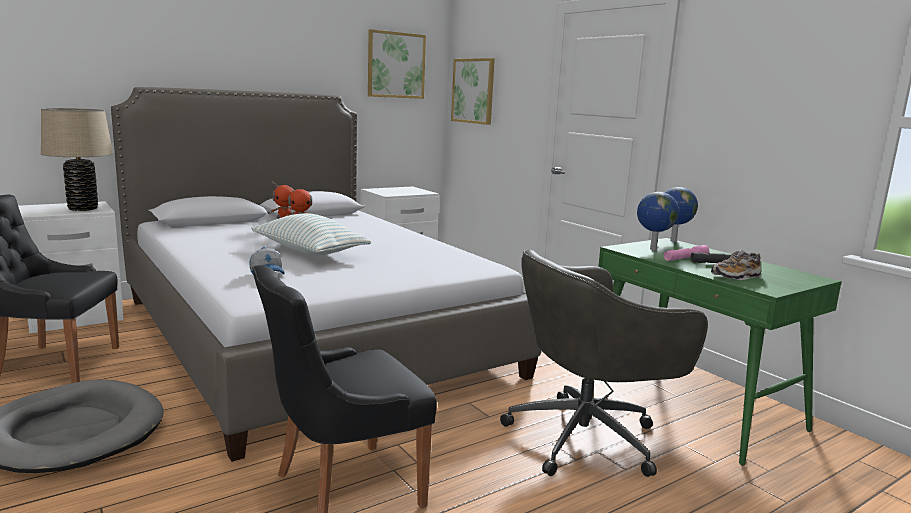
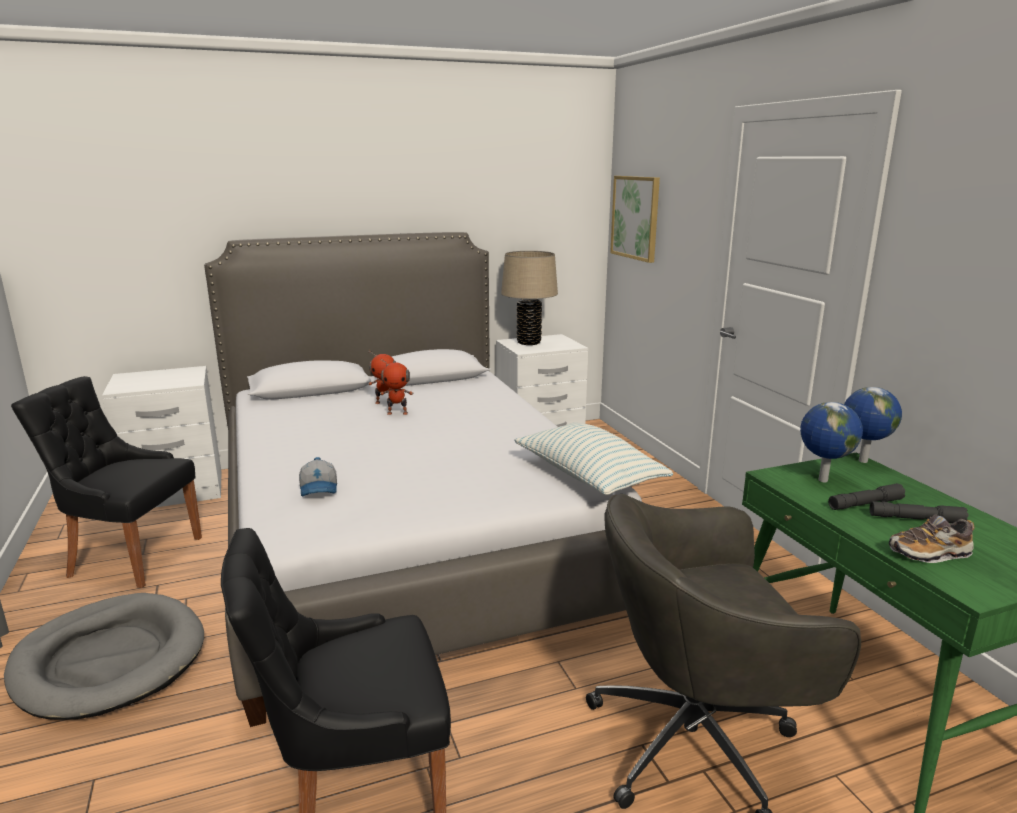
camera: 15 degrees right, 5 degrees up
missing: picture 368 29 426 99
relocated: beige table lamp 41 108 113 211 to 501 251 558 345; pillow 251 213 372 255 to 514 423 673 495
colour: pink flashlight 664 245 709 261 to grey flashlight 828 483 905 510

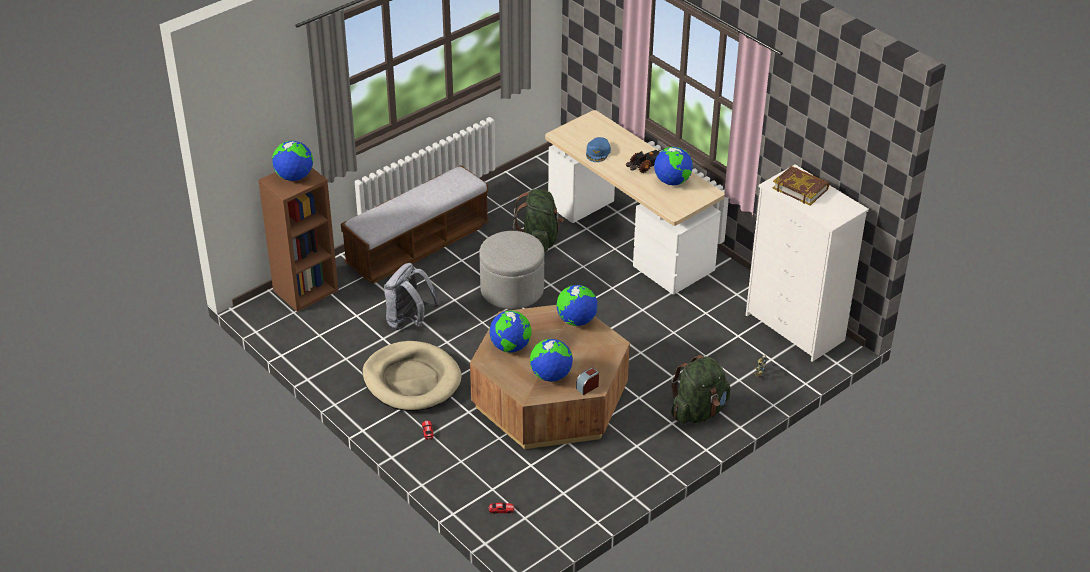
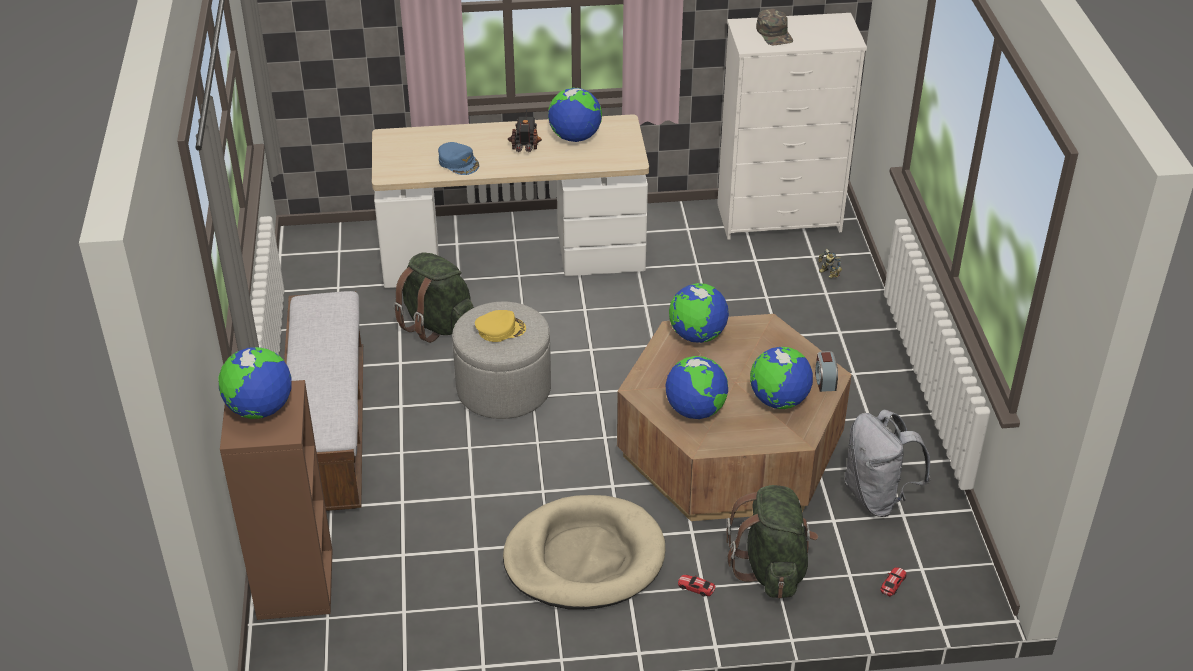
camera: 55 degrees left, 0 degrees up
appeared: yellow cap 475 310 526 342
relocated: grey backpack 384 263 439 330 to 844 409 931 517; green backpack 671 355 731 424 to 727 485 818 598
exchanged: book 772 166 829 206 to green cap 756 9 793 46

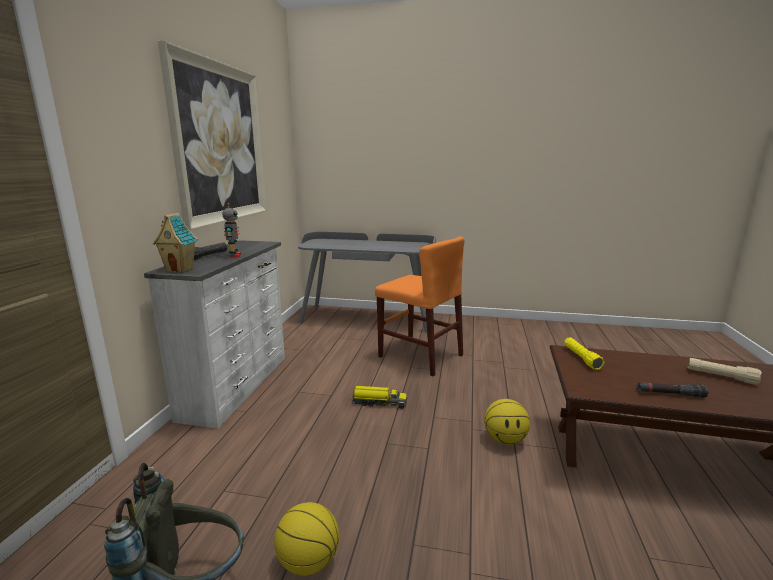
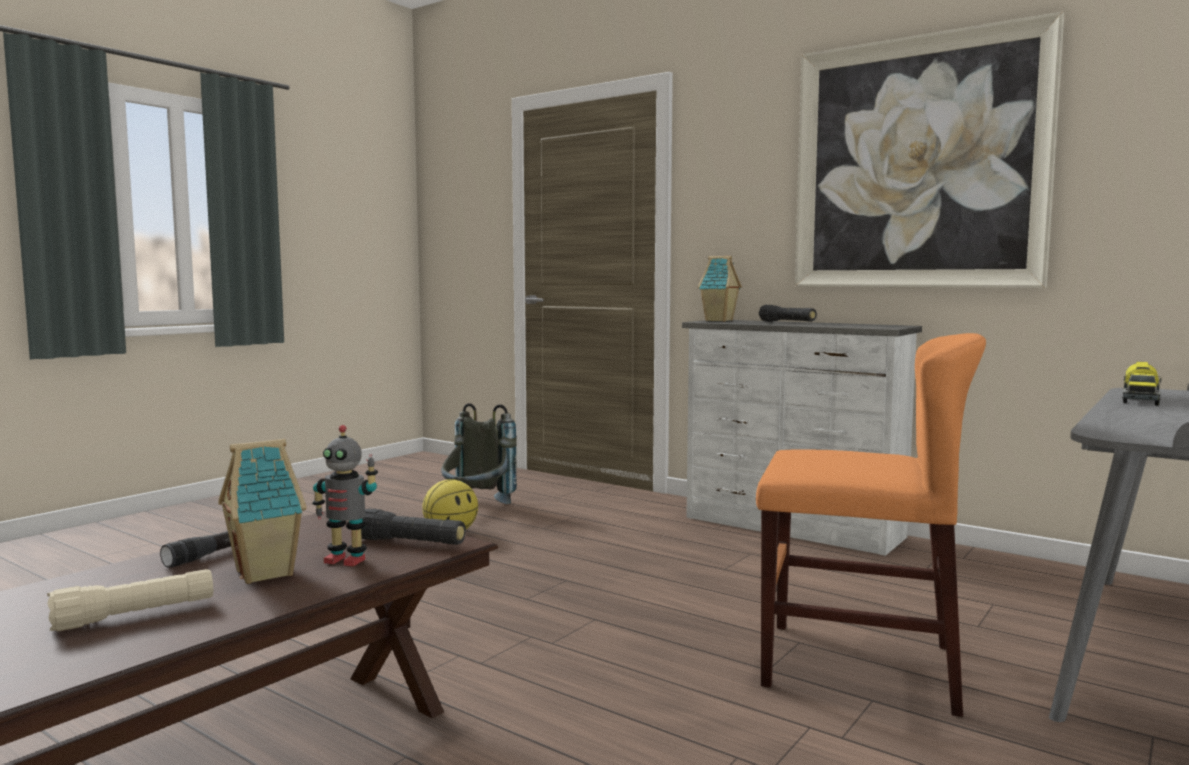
camera: 115 degrees right, 10 degrees down
missing: basketball 484 399 530 445
appeared: toy house 218 439 306 584
relocated: toy robot 222 203 241 257 to 312 425 378 566; toy truck 351 386 407 409 to 1122 362 1161 405
colour: yellow flashlight 564 337 605 370 to black flashlight 361 508 466 545
spun: orange chair 375 236 465 377 = 756 333 986 717 135 degrees counterclockwise

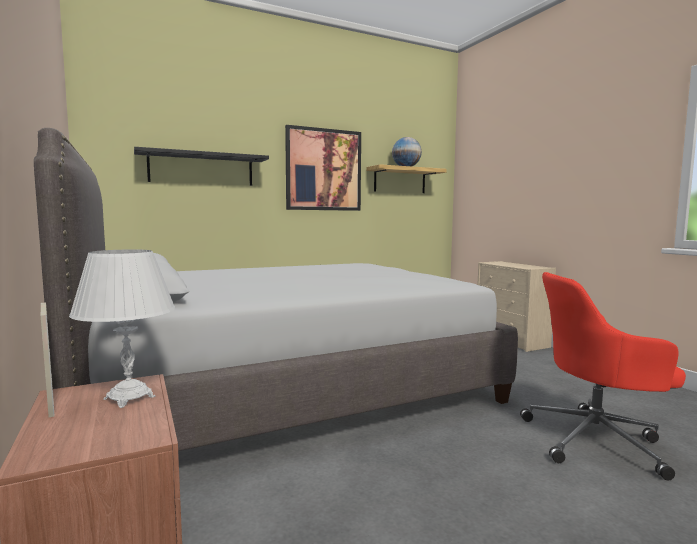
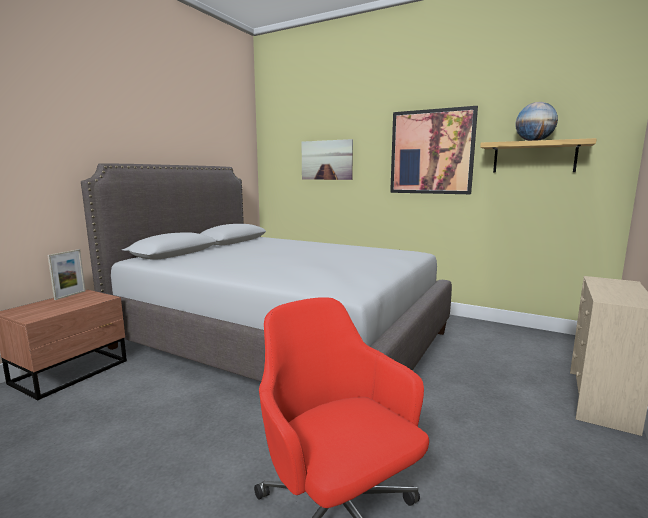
camera: 55 degrees right, 5 degrees up
missing: white table lamp 69 249 175 408
exchanged: black shelf 134 147 269 186 to picture 301 139 353 180

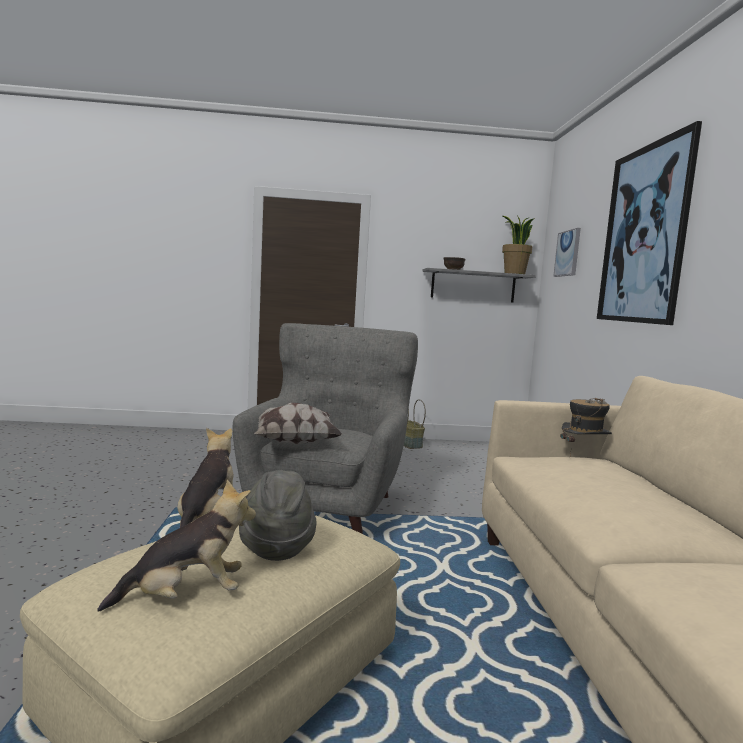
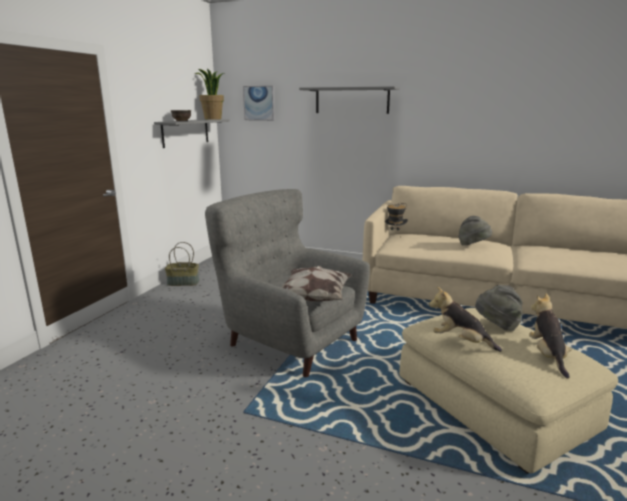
camera: 65 degrees left, 10 degrees up
appeared: grey hat 458 216 492 245
exchanged: picture 597 121 702 325 to grey shelf 299 86 400 114

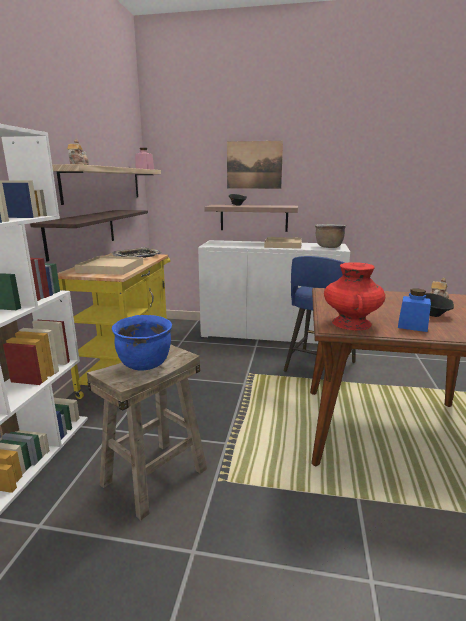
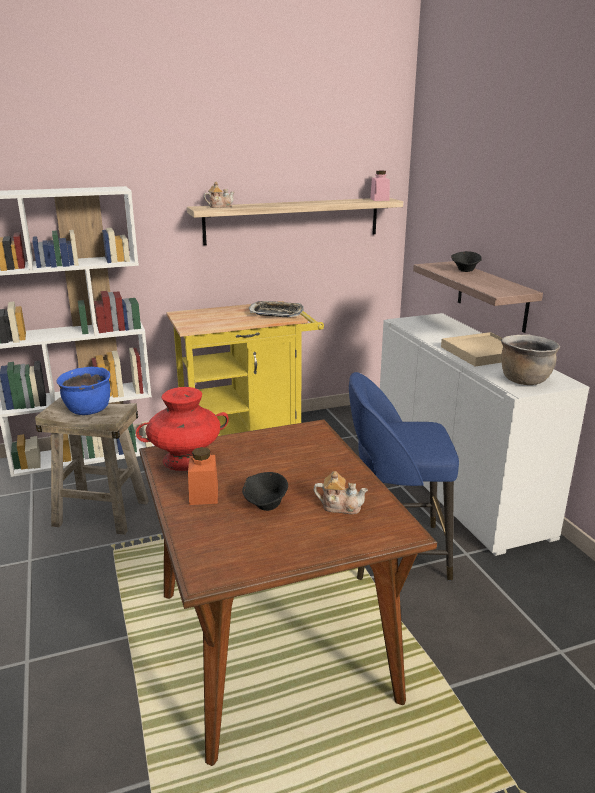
camera: 60 degrees right, 5 degrees up
missing: picture 227 141 283 189; shelf 30 210 148 262; beige tray 75 256 143 275
colour: blue jar 398 288 431 332 to orange jar 188 447 218 505

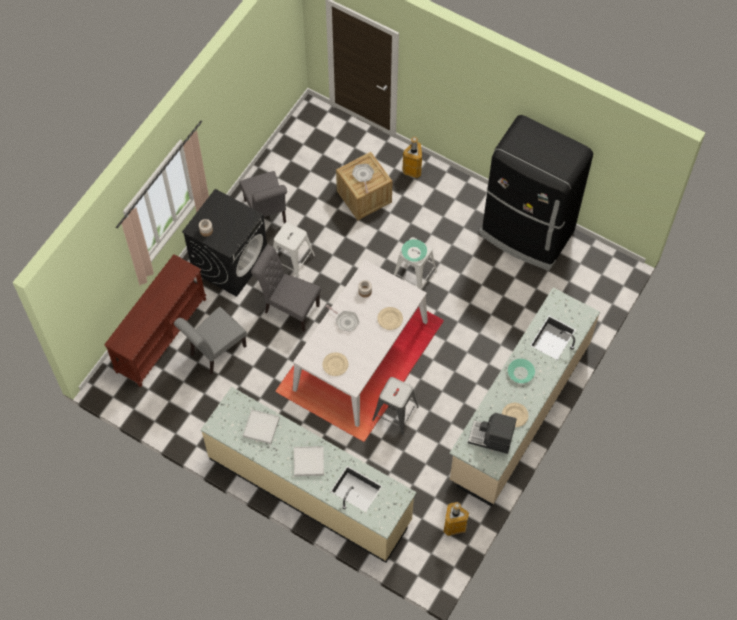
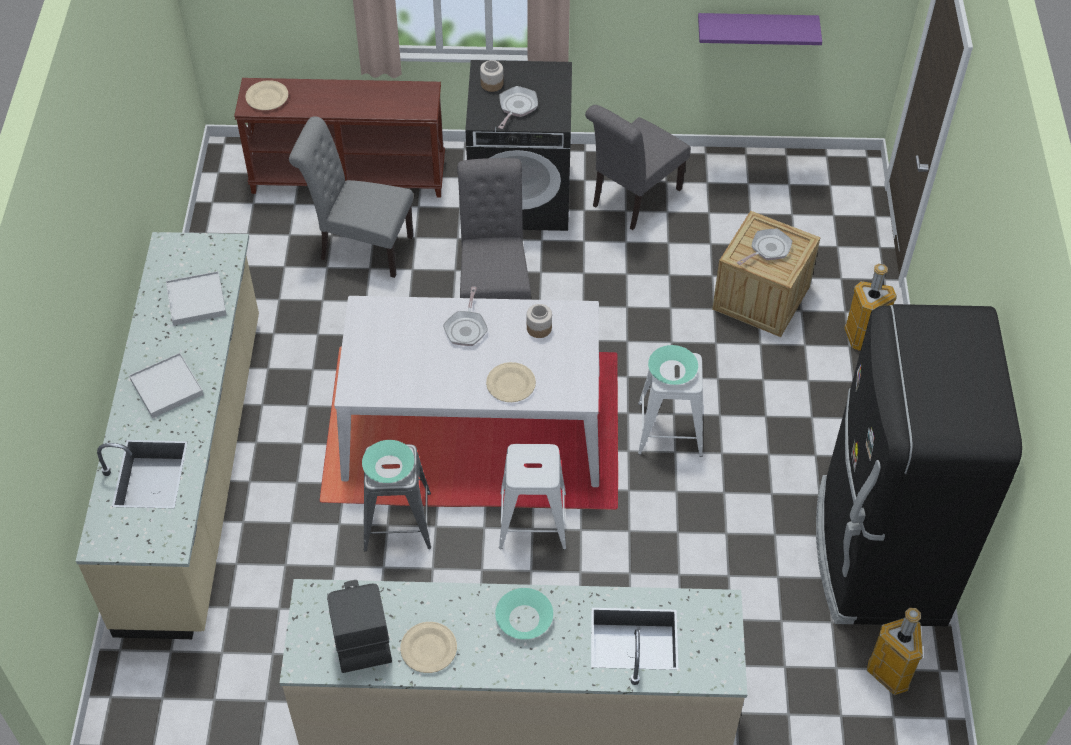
camera: 60 degrees right, 10 degrees down
appeared: purple shelf 698 13 822 45; frying pan 498 86 538 129; turquoise bowl 362 440 414 483
relocated: white stool 273 222 315 278 to 499 444 566 550; beige plate 322 352 348 376 to 245 80 288 110; trash can 443 502 469 536 to 867 608 923 695

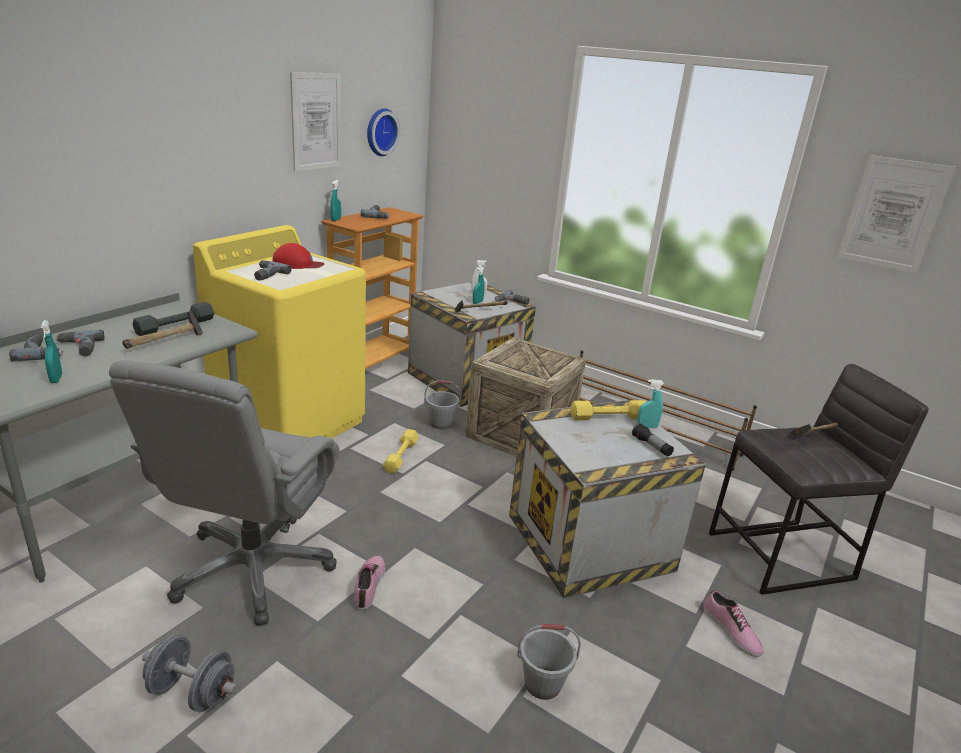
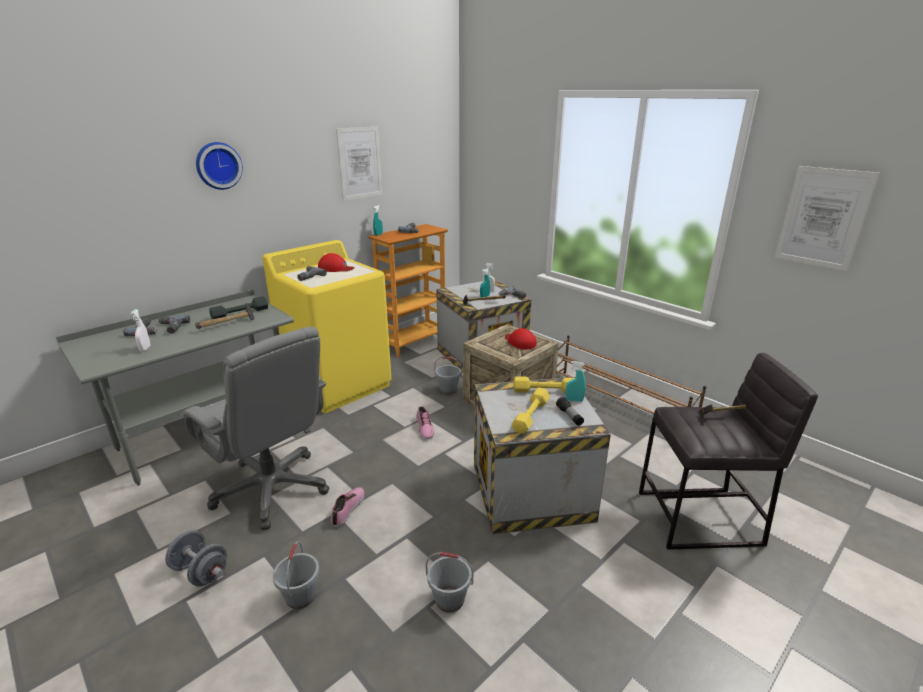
camera: 15 degrees right, 0 degrees up
appeared: red cap 505 328 537 349; grey bucket 273 541 319 609
relocated: wall clock 367 108 400 156 to 196 142 243 190; yellow dumbbell 383 429 419 473 to 511 387 550 434; shoe 703 591 764 657 to 416 406 434 439
colour: turquoise spray bottle 41 320 62 383 to white spray bottle 130 309 151 352
spun: grey office chair 109 361 340 626 = 182 327 329 530 75 degrees counterclockwise

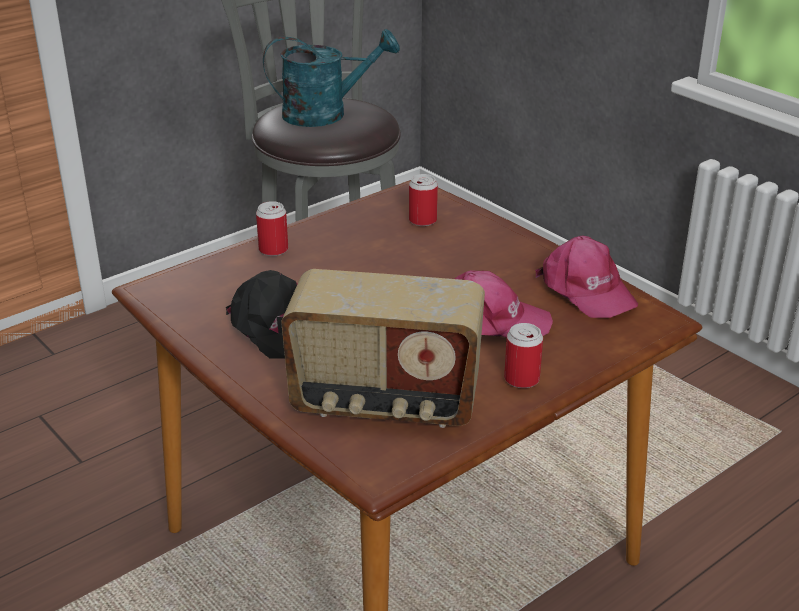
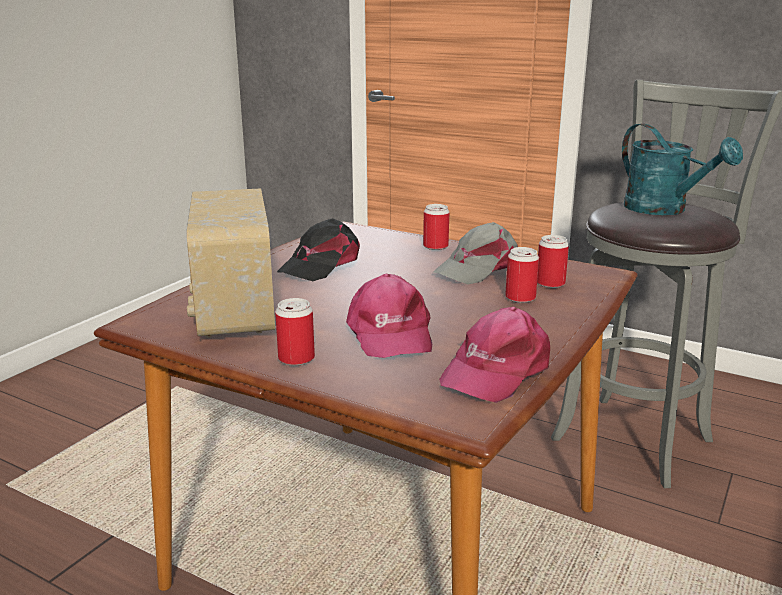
camera: 70 degrees right, 10 degrees down
appeared: grey cap 433 222 518 285; can 505 247 539 303

